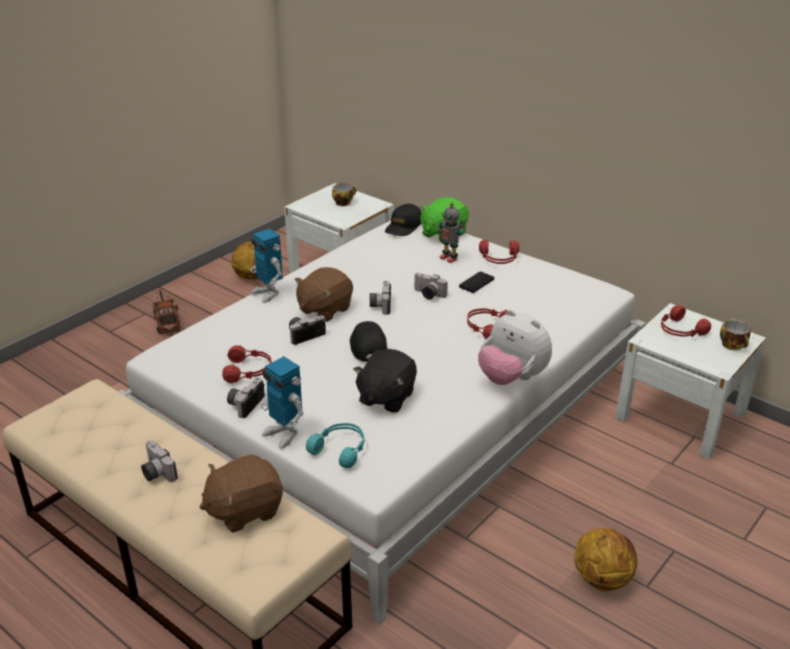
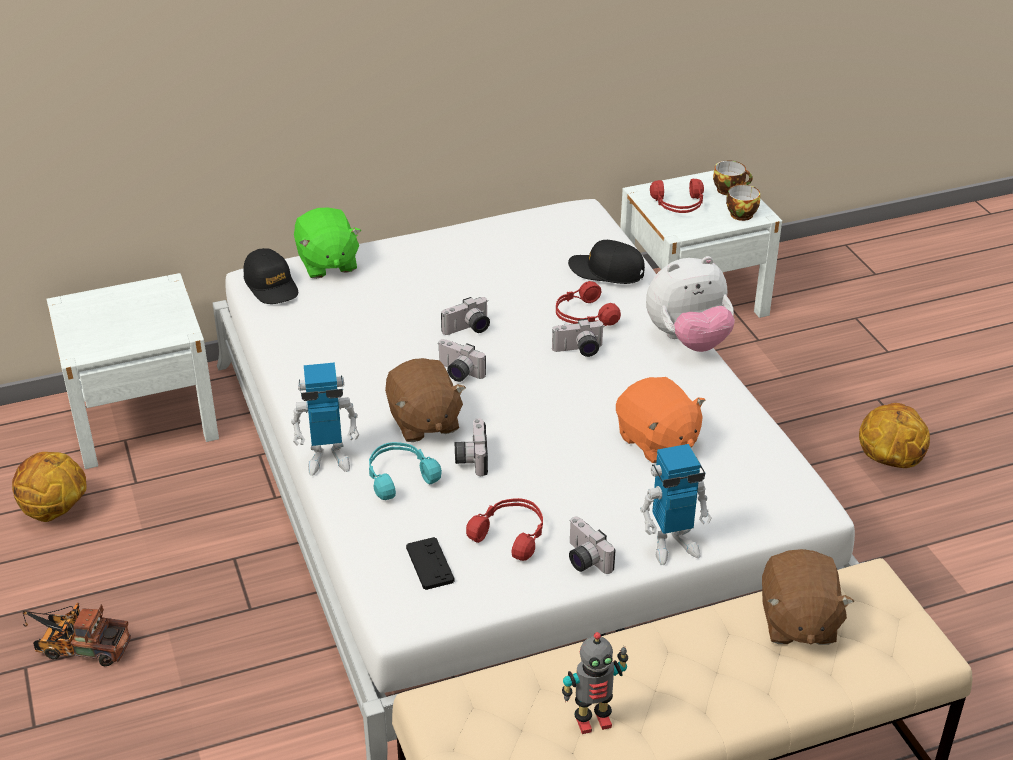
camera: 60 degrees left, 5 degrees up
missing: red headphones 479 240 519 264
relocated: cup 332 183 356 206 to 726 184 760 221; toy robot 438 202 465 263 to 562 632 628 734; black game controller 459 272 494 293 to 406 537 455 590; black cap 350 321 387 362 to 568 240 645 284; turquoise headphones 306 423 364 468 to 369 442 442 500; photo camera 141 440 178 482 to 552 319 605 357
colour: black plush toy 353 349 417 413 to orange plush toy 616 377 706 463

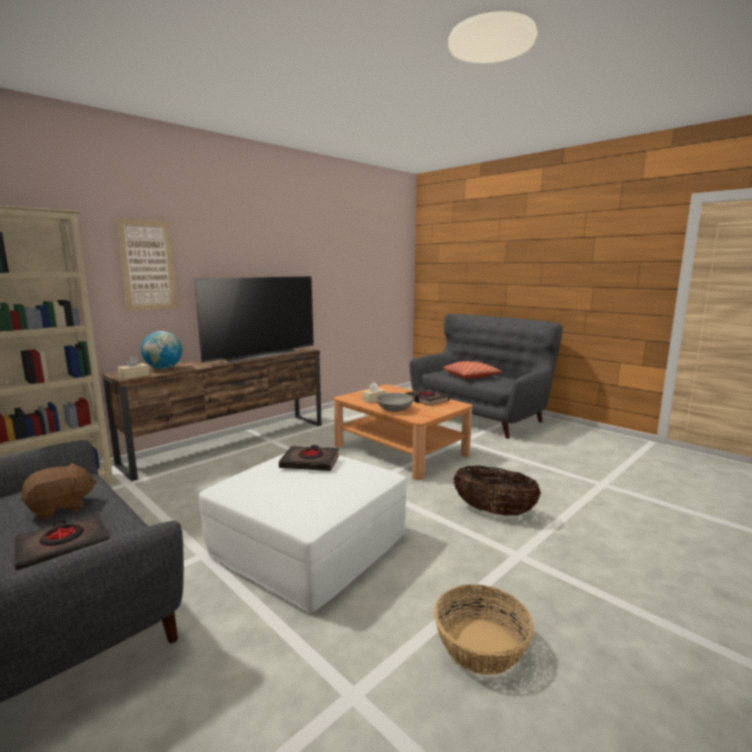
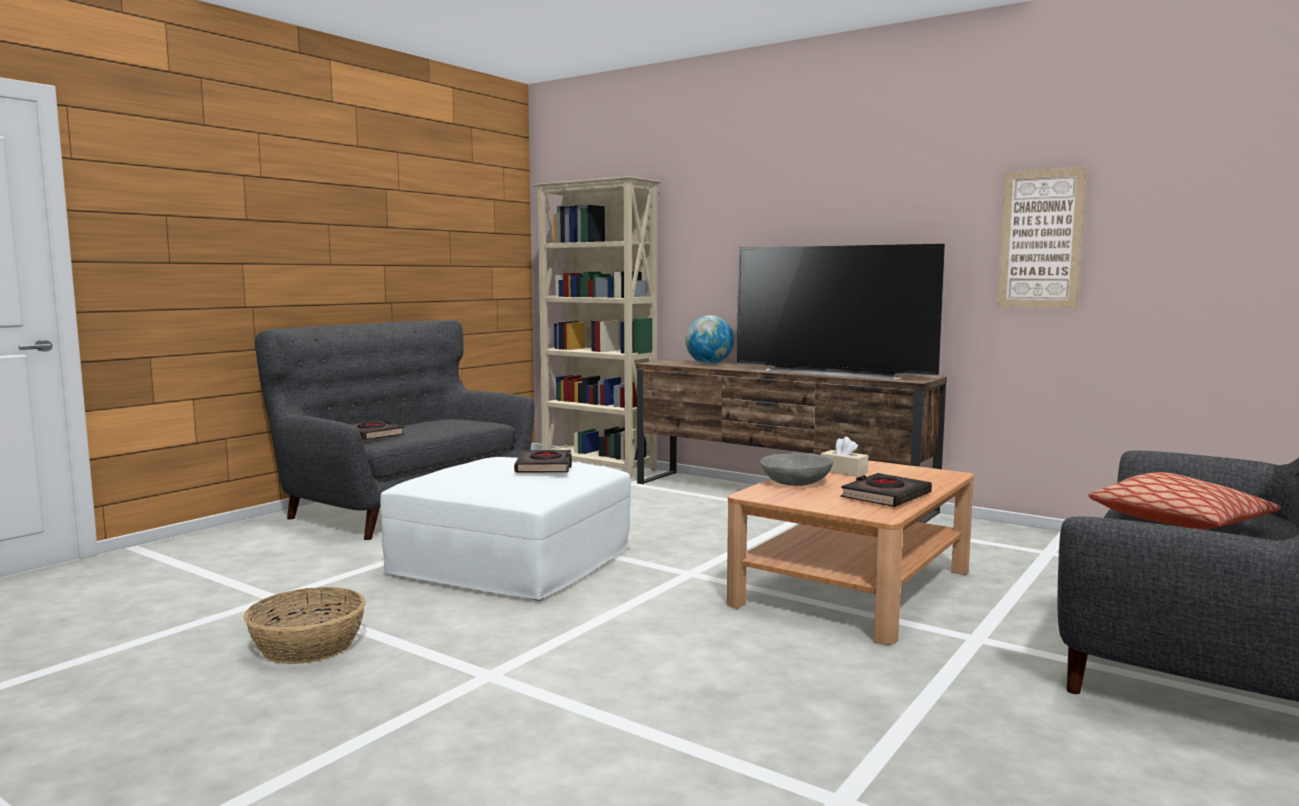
camera: 80 degrees right, 5 degrees down
missing: beige tissue box 117 356 150 380; brown plush toy 21 463 97 519; basket 454 466 541 516
relocated: picture 116 218 177 311 to 997 167 1087 308

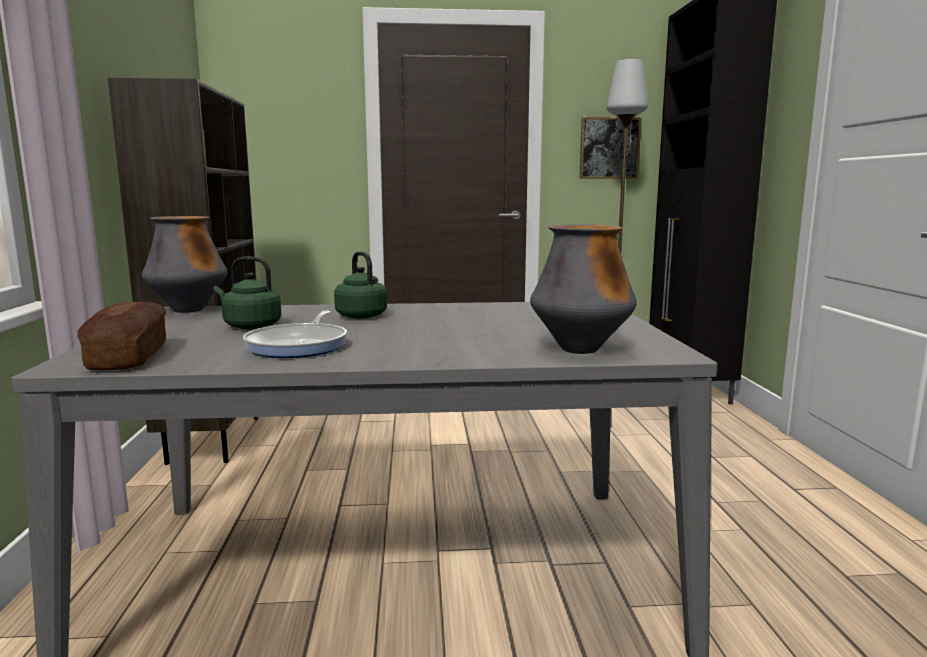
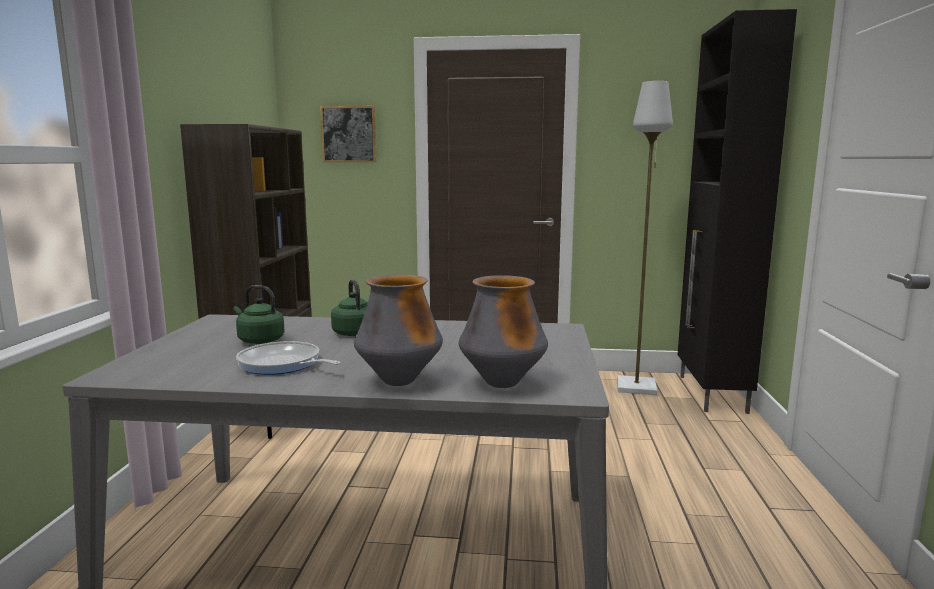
camera: 10 degrees right, 0 degrees up
missing: bread 77 302 166 370
relocated: picture 579 117 642 179 to 320 106 376 162; vase 142 216 227 313 to 354 274 443 386
spun: frying pan 243 311 347 358 = 236 341 341 375 105 degrees clockwise

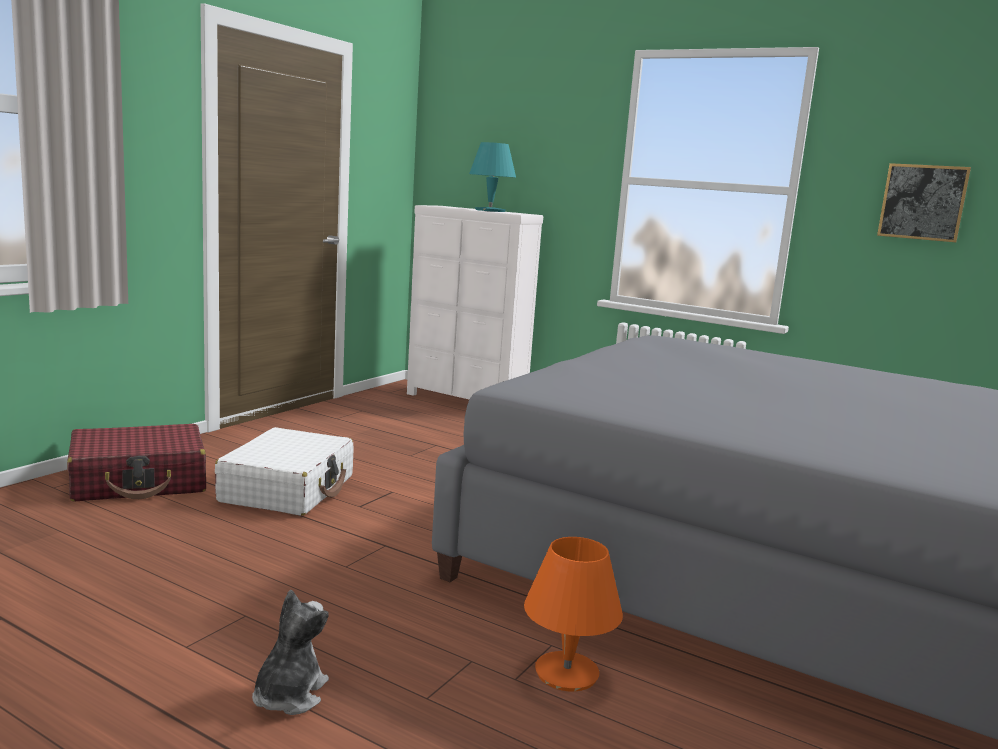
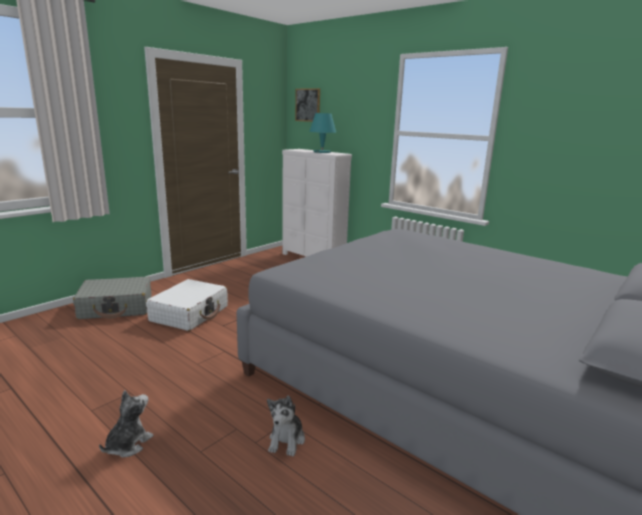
camera: 10 degrees right, 5 degrees up
relocated: picture 877 163 971 242 to 295 88 320 122
exchanged: orange table lamp 524 537 623 692 to plush toy 267 396 305 457
colour: red suitcase 67 424 206 501 to grey suitcase 73 277 151 319

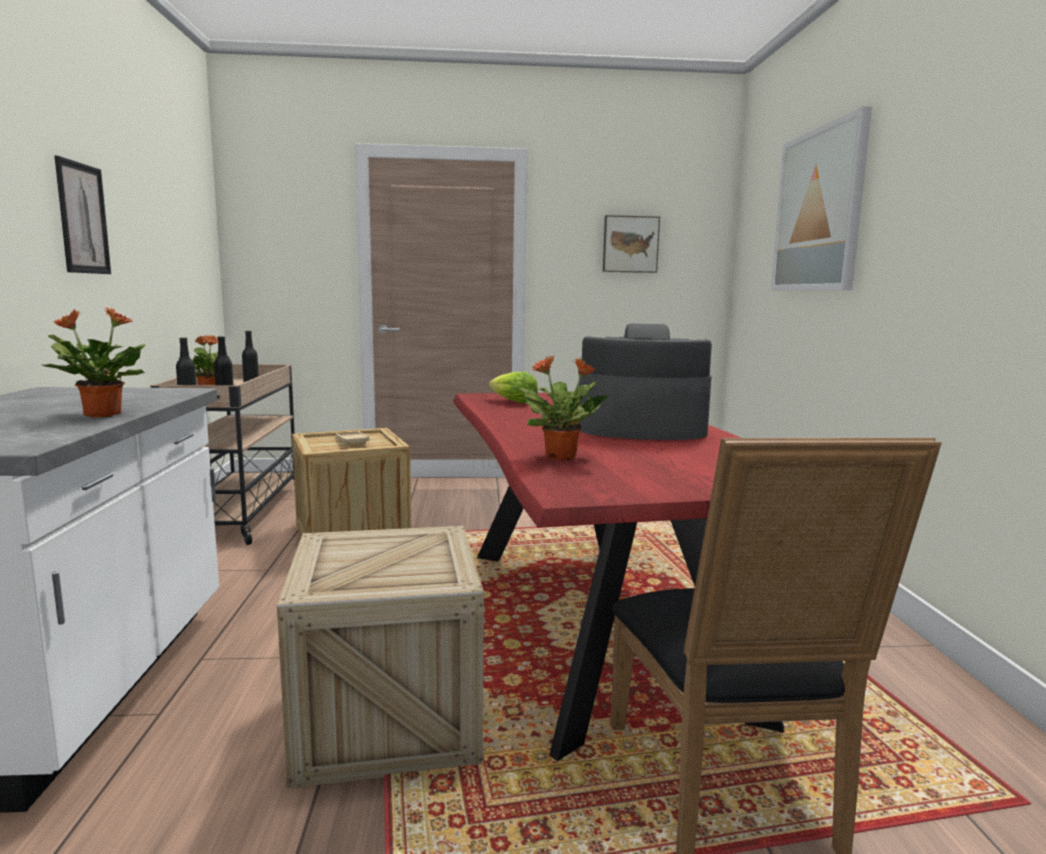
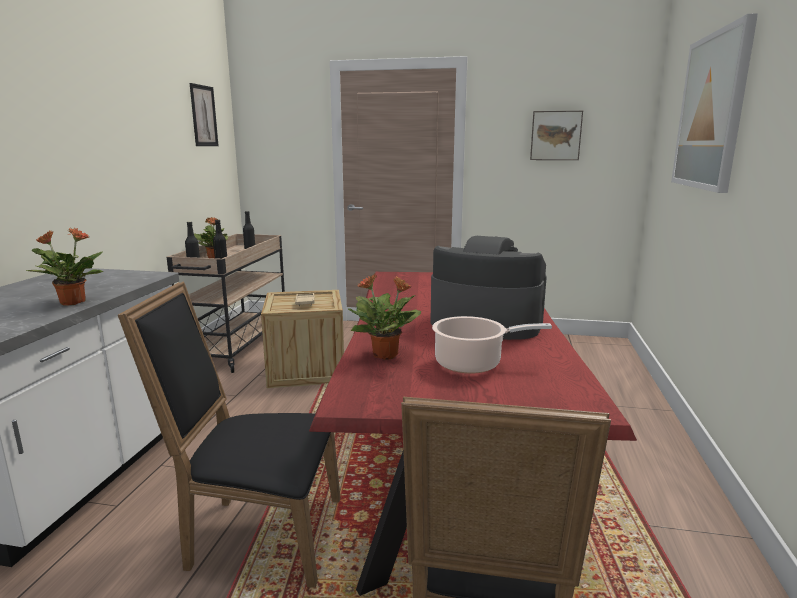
camera: 15 degrees right, 5 degrees up
missing: lettuce 489 372 538 403
appeared: cooking pot 432 316 552 374
relocated: picture 55 156 111 274 to 190 83 219 146
exchanged: crate 277 526 484 788 to black chair 118 281 341 588

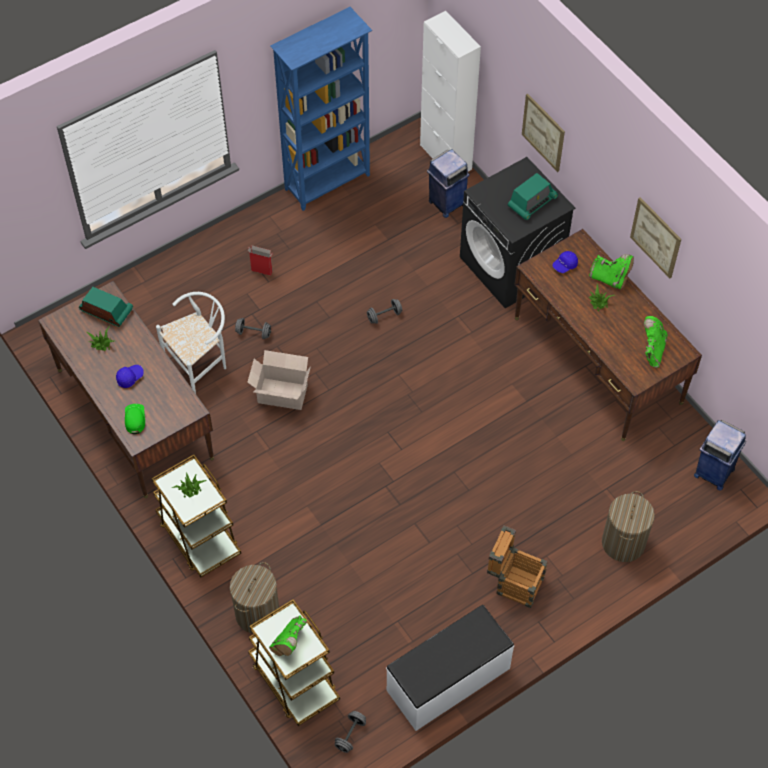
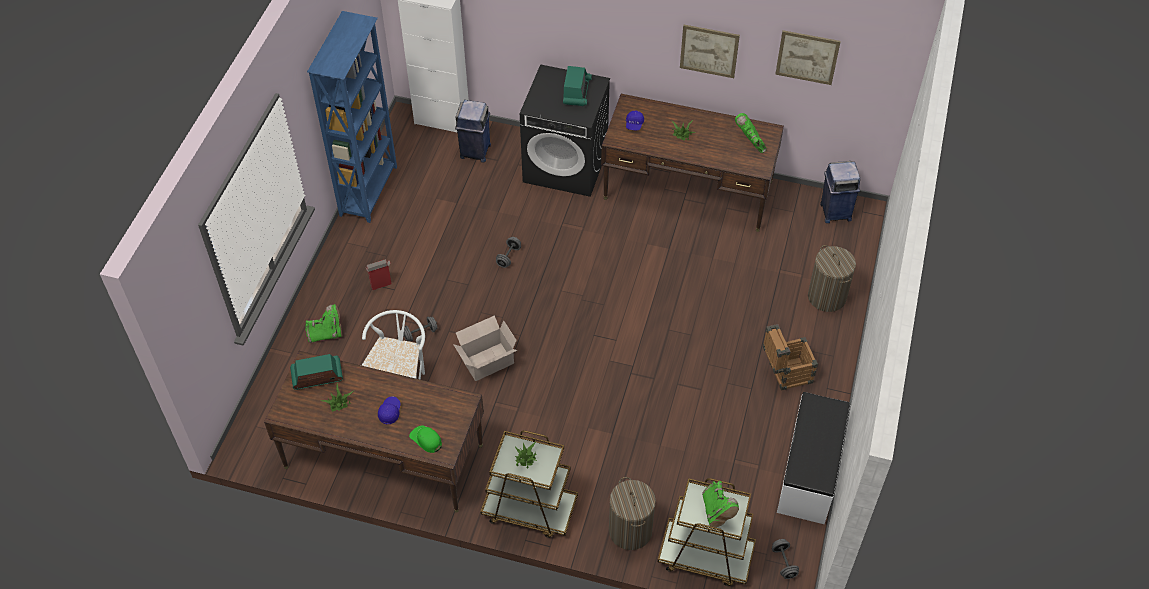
camera: 40 degrees left, 5 degrees down
relocated: picture 522 94 565 172 to 775 30 841 85; green boot 589 254 634 289 to 305 304 342 343

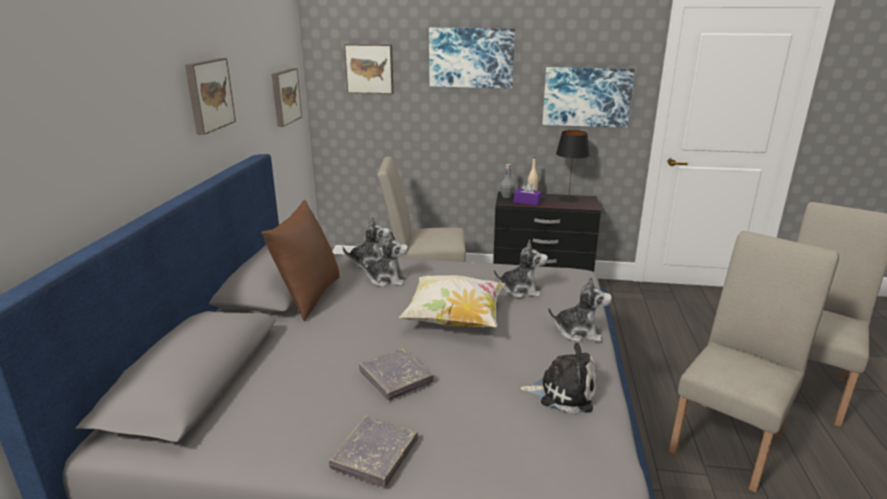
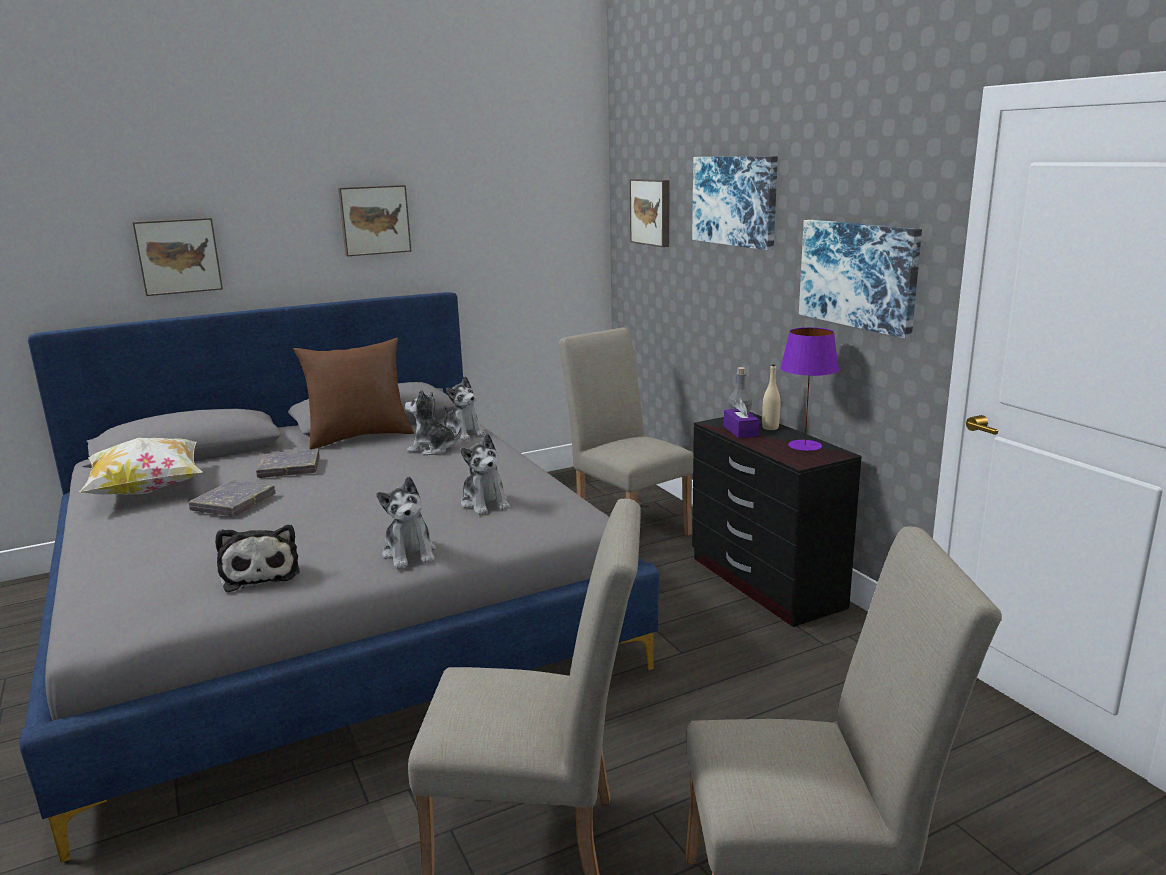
camera: 55 degrees right, 5 degrees down
relocated: picture 272 68 302 127 to 132 218 223 296; pillow 399 275 505 327 to 79 438 203 495; grey book 328 416 418 487 to 256 449 319 478
colour: black table lamp 556 130 590 202 to purple table lamp 780 327 839 451
spun: plush toy 360 231 408 287 = 405 389 462 455 135 degrees clockwise

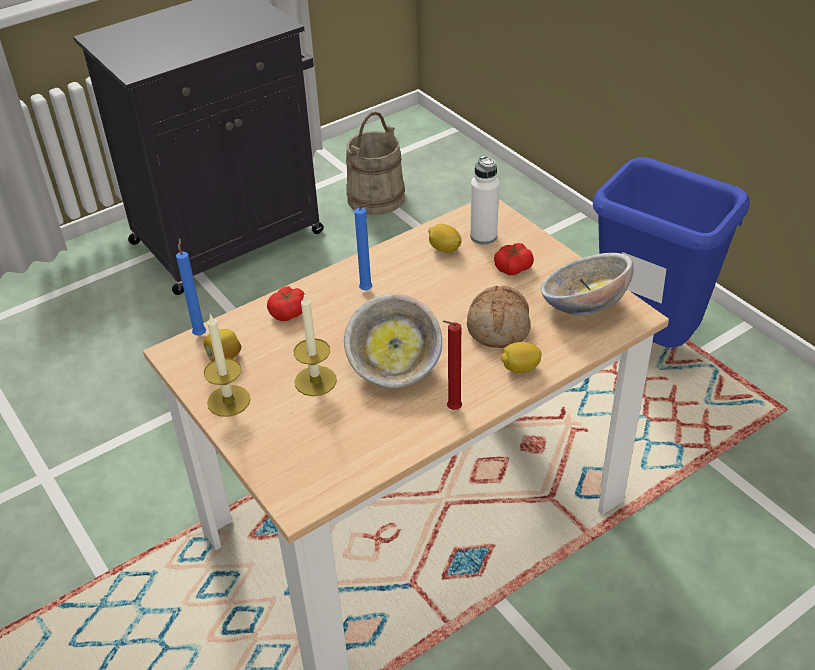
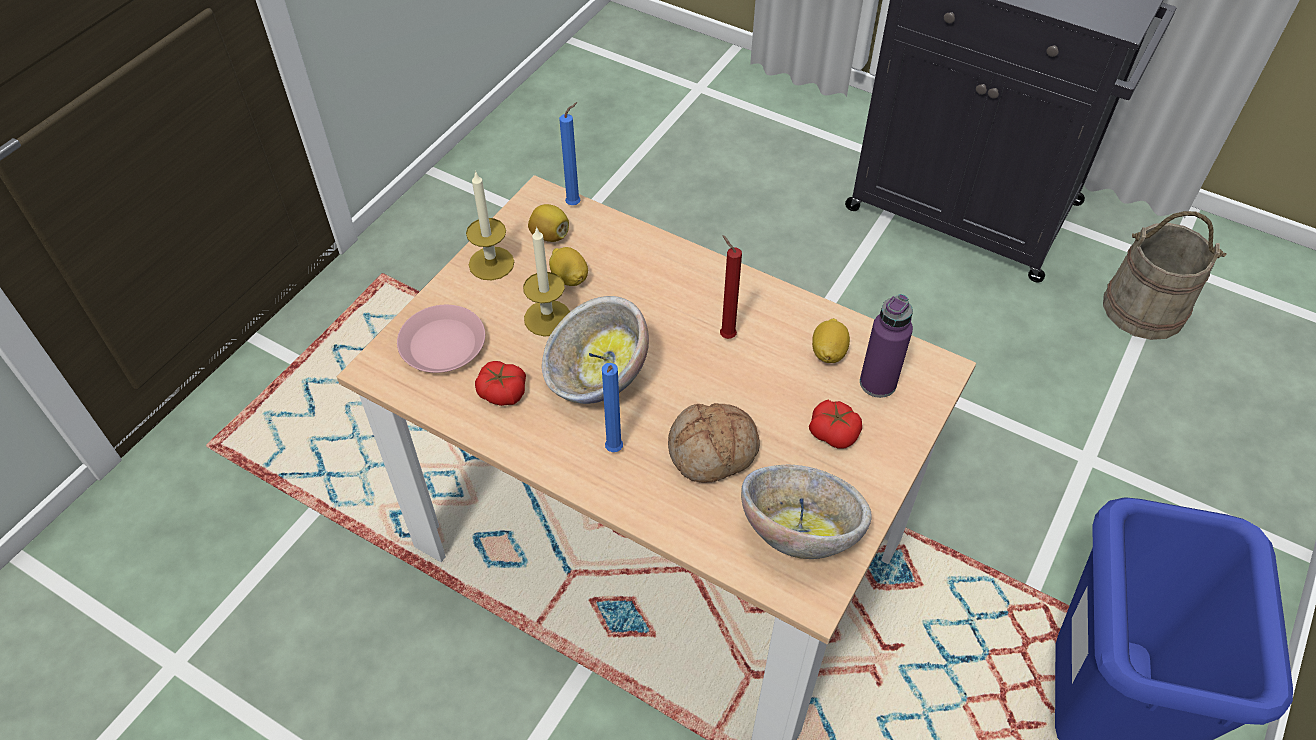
camera: 65 degrees right, 10 degrees up
appeared: pink plate 397 305 485 373
relocated: blue candle 354 203 372 290 to 602 363 623 452; tomato 267 286 304 321 to 475 361 526 406; red candle 442 321 462 410 to 720 235 742 339; lemon 501 342 542 373 to 549 247 588 286
colour: white bottle 470 155 499 244 to purple bottle 860 294 913 398

